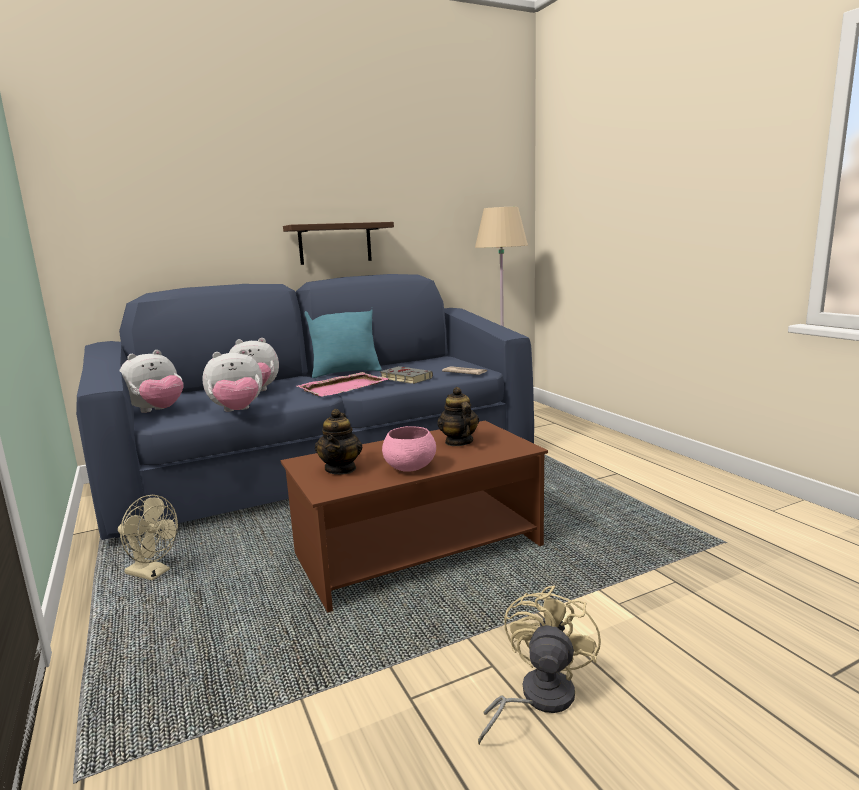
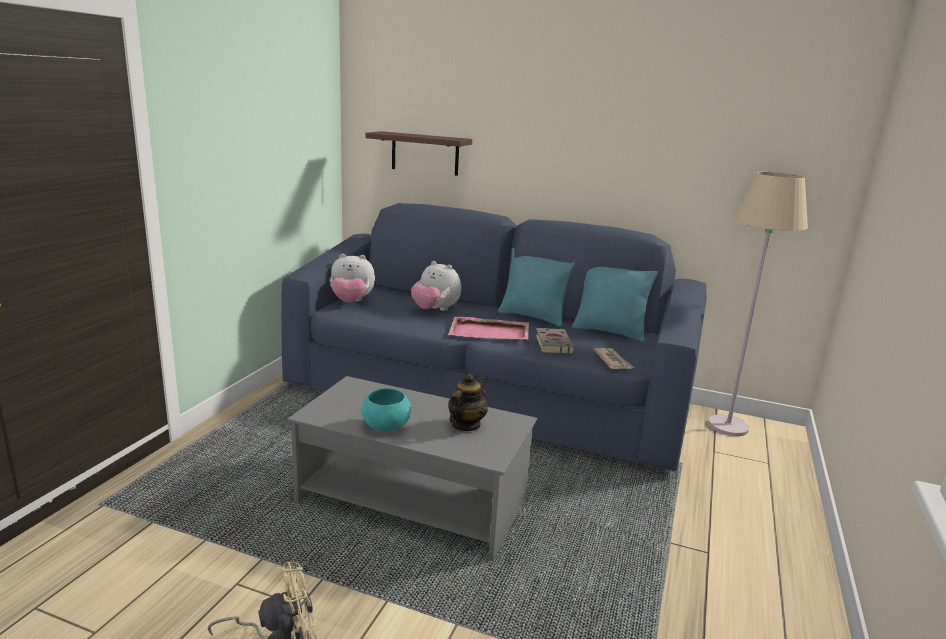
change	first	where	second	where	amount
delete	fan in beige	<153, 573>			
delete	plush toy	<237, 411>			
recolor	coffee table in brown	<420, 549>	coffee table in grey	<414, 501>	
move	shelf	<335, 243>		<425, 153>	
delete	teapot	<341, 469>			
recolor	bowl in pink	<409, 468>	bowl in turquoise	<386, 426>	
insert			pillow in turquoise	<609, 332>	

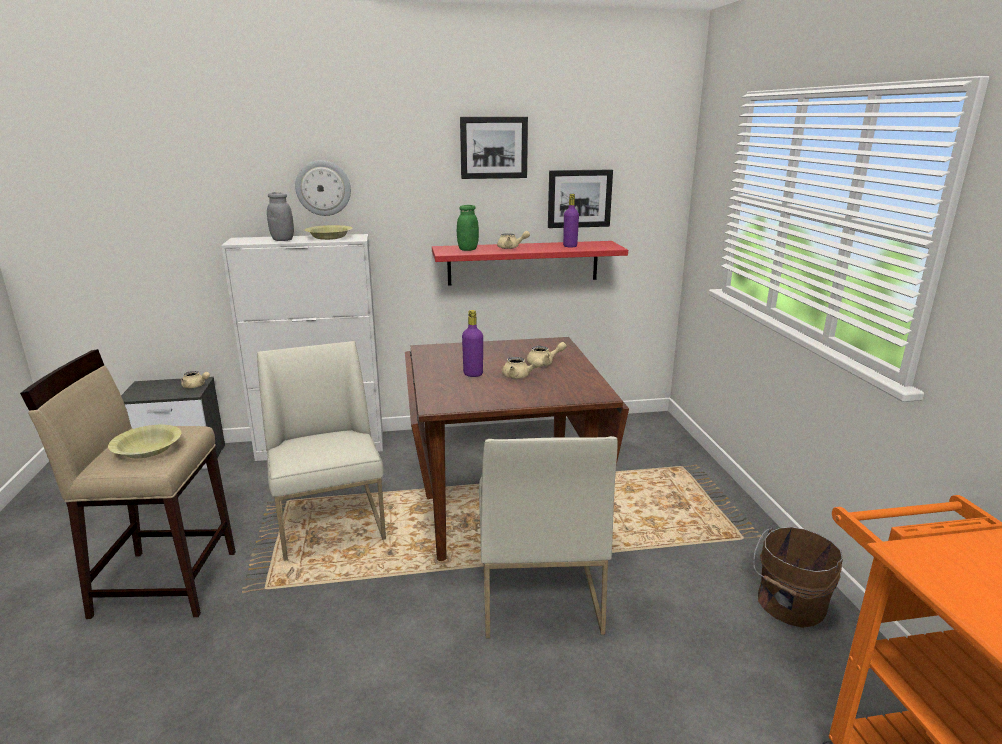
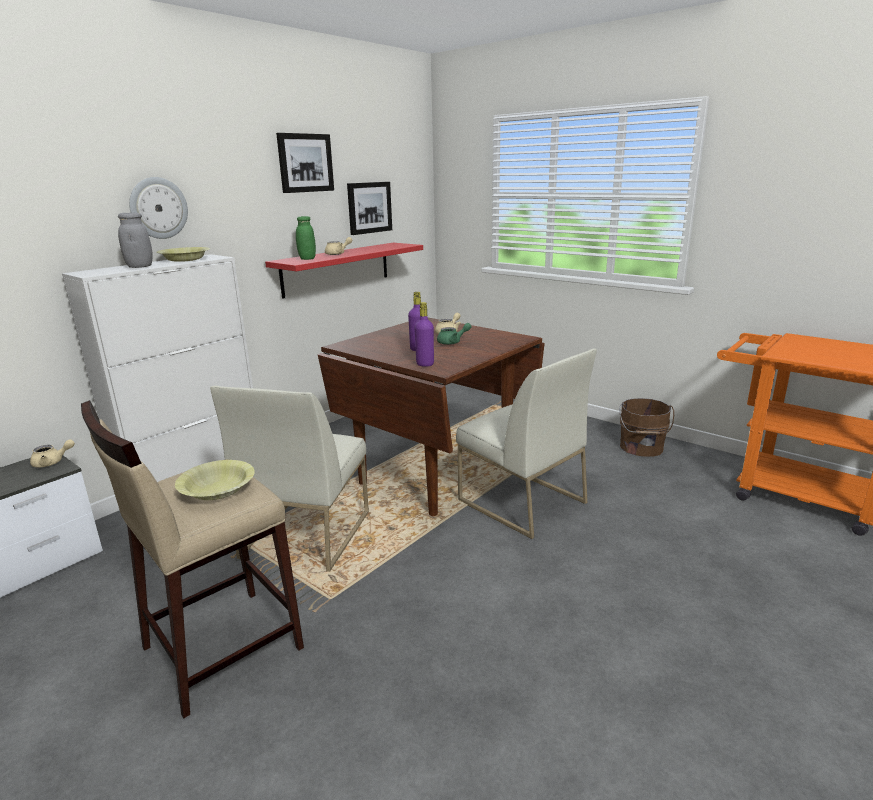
change	first	where	second	where	amount
rotate	chair in white	<331, 522>		<306, 533>	105 degrees counterclockwise
recolor	teapot in beige	<520, 376>	teapot in green	<452, 342>	
move	bottle in purple	<570, 246>		<425, 364>	

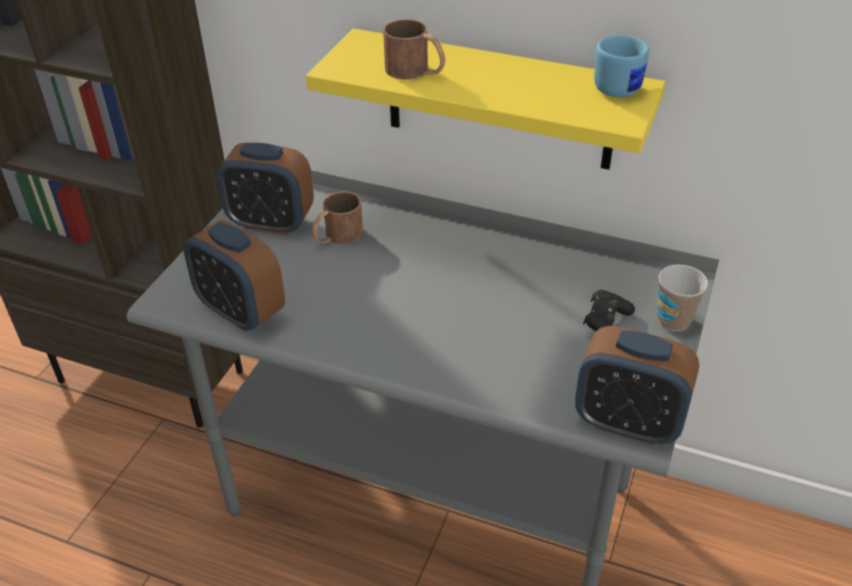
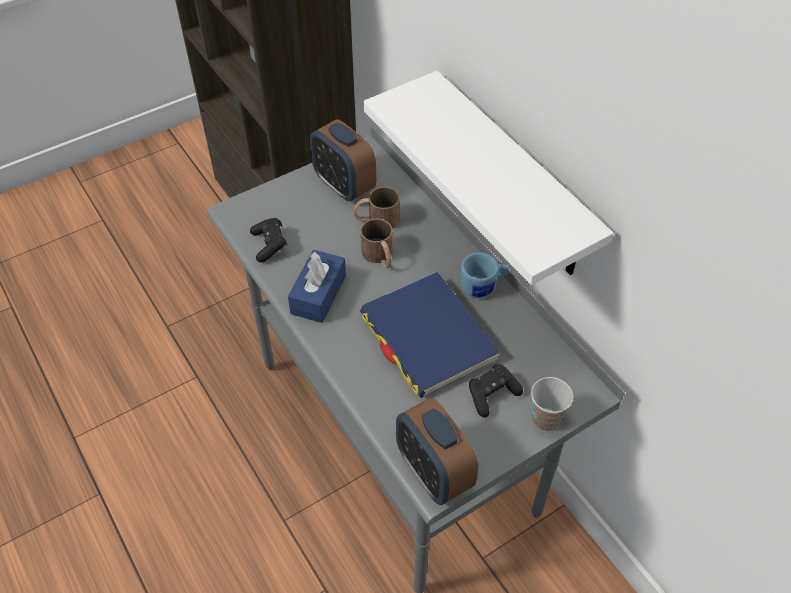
change	first	where	second	where	amount
replace	alarm clock	<241, 311>	game controller in black	<269, 245>	
recolor	shelf in yellow	<499, 100>	shelf in white	<513, 178>	
move	mug in brown	<416, 71>		<380, 257>	
move	mug in blue	<622, 86>		<483, 287>	
insert			tissue box in blue	<318, 294>	
insert			book in blue	<428, 337>	

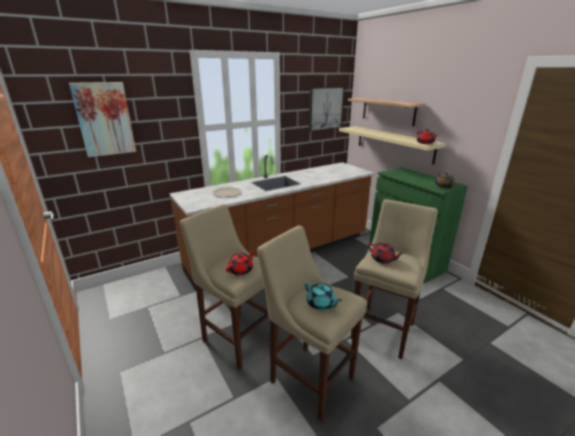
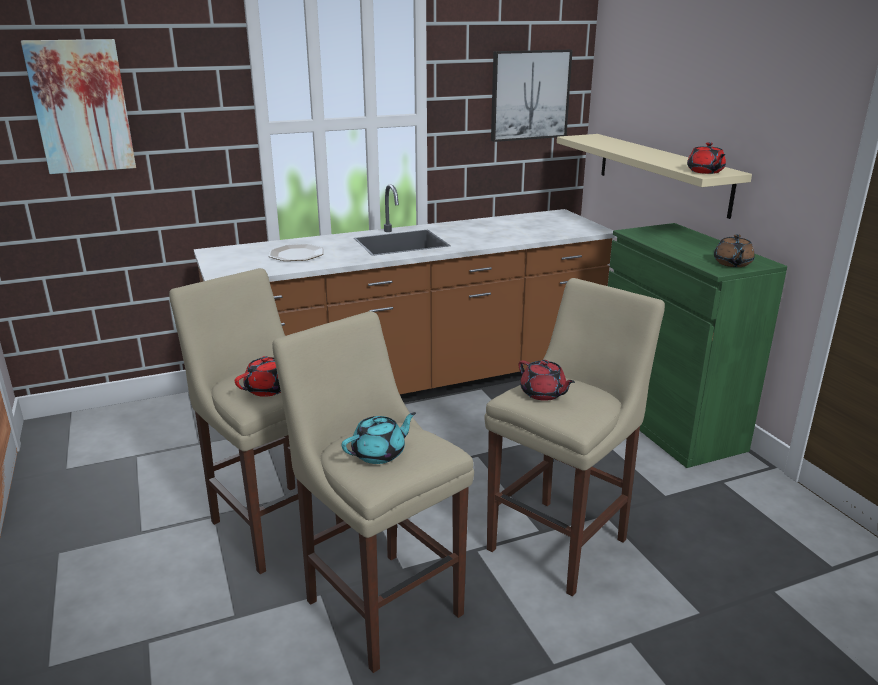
change	first	where	second	where	amount
rotate	teapot in turquoise	<321, 304>		<380, 453>	90 degrees counterclockwise
delete	shelf	<388, 111>			

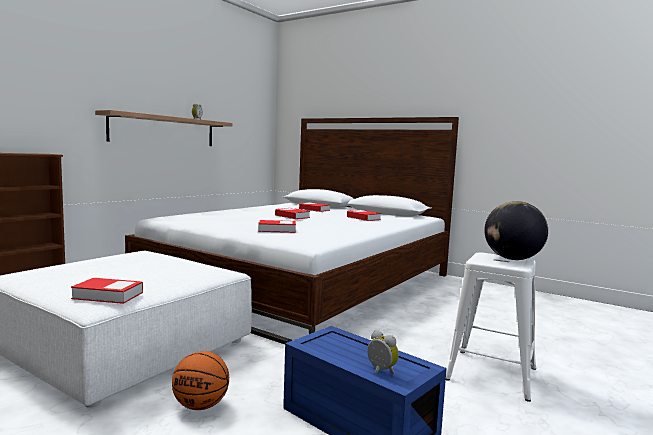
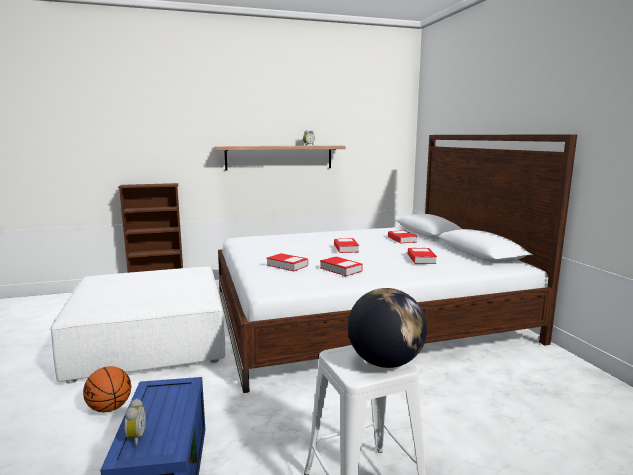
change	first	where	second	where	amount
move	book	<108, 295>		<341, 269>	

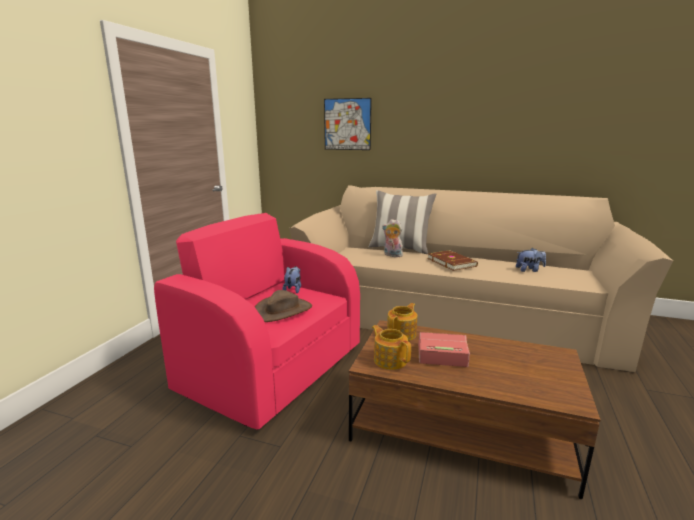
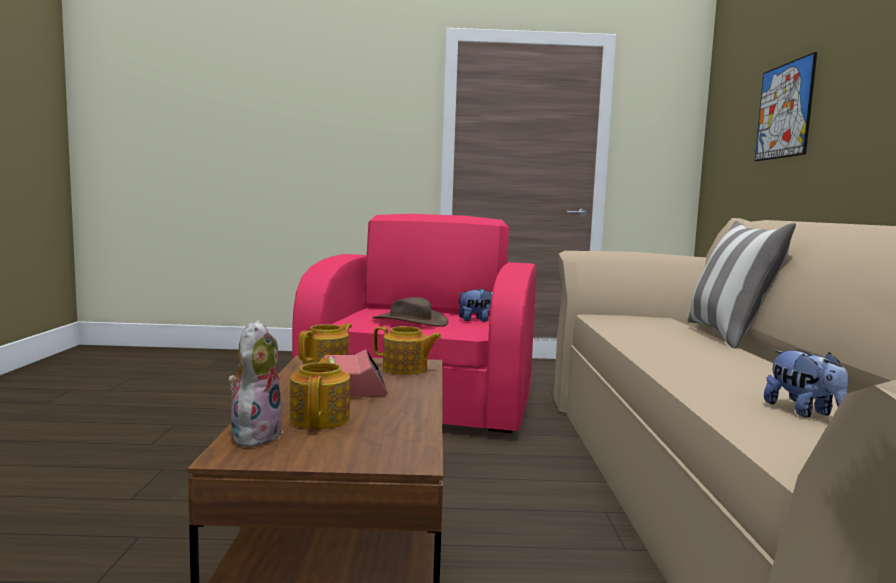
change	first	where	second	where	amount
move	plush toy	<392, 255>		<255, 435>	
delete	book in brown	<452, 262>			
insert			teapot	<321, 418>	

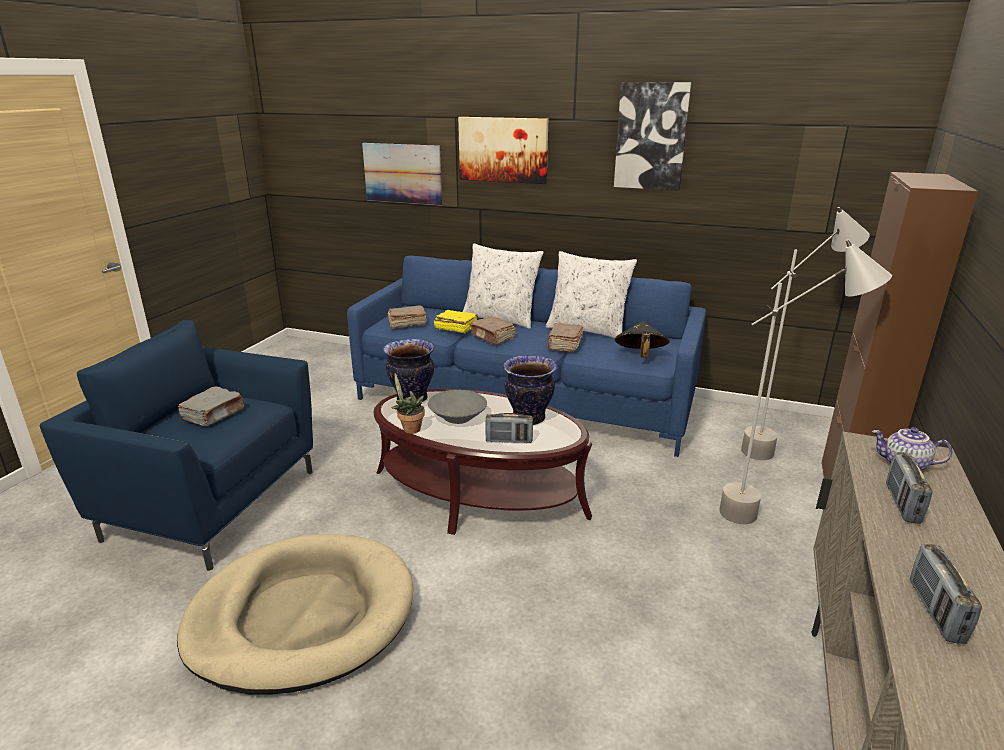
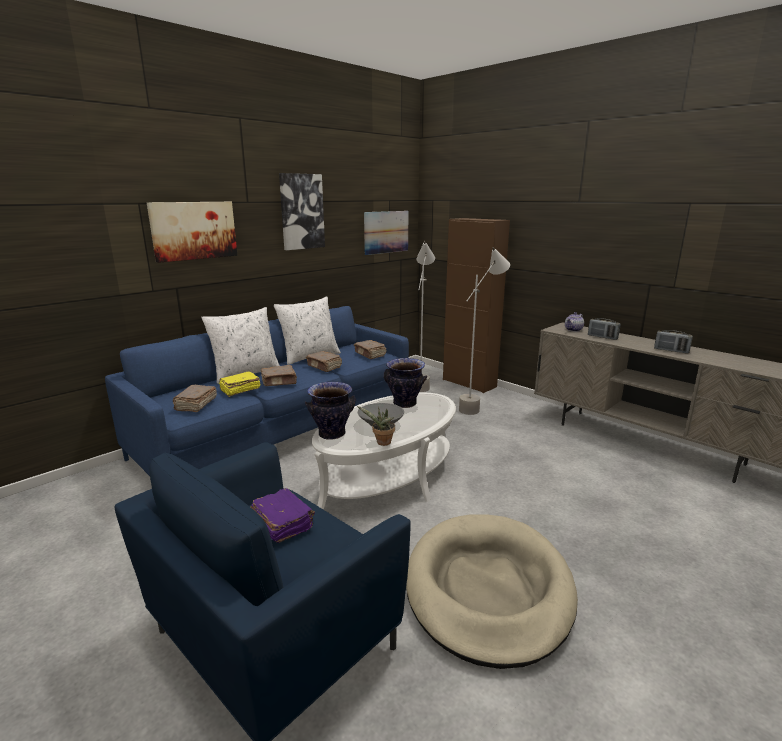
change	first	where	second	where	amount
recolor	book in grey	<214, 415>	book in purple	<282, 524>	
move	picture	<402, 173>		<386, 232>	
recolor	coffee table in brown	<478, 493>	coffee table in white	<388, 478>	
delete	radio	<509, 441>			
replace	hat in black	<640, 356>	book in brown	<370, 354>	

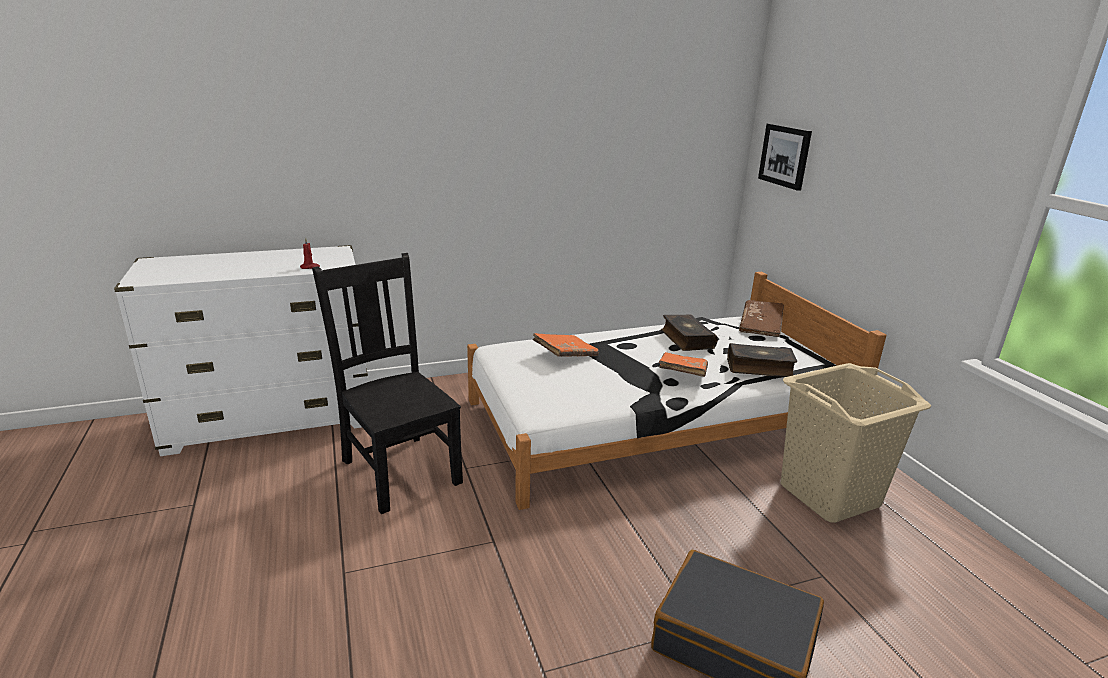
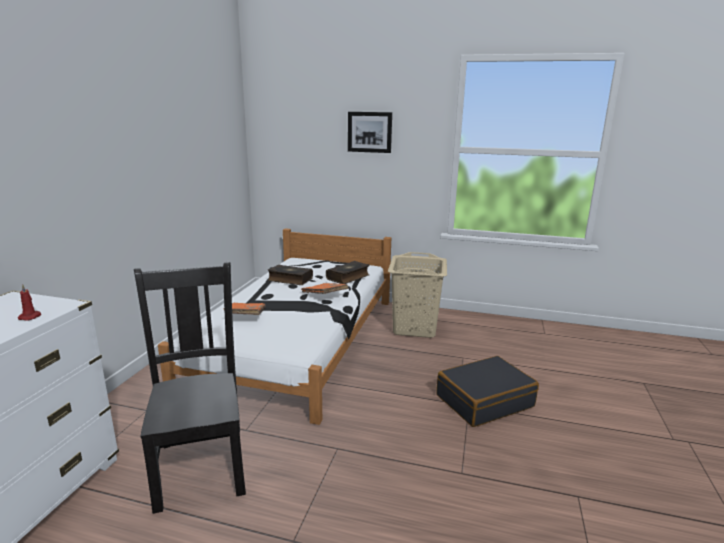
change	first	where	second	where	amount
rotate	chair in black	<399, 469>		<202, 464>	75 degrees clockwise
delete	book in brown	<760, 327>			
move	picture	<785, 156>		<370, 132>	

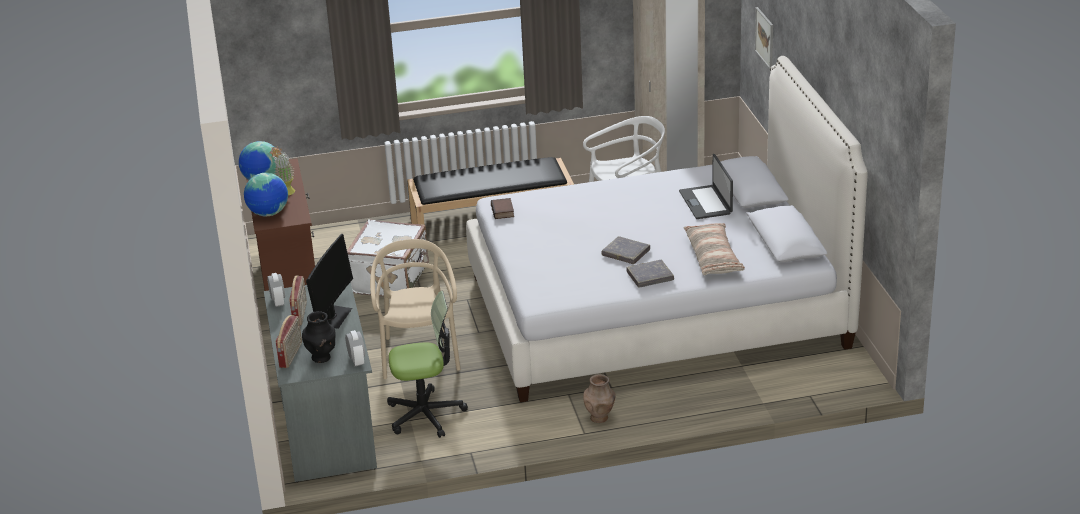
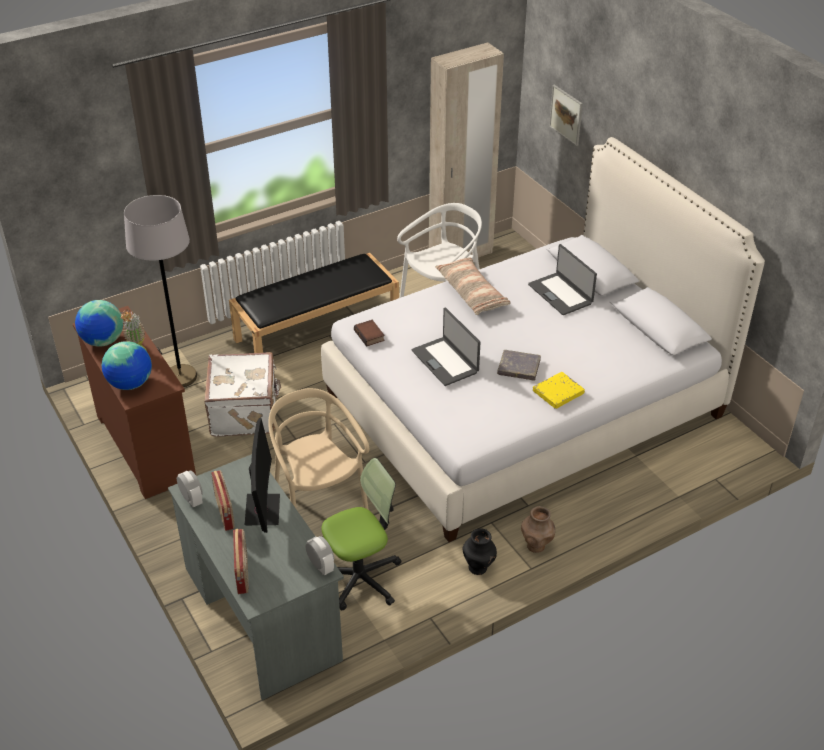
change	first	where	second	where	amount
move	vase in black	<321, 358>		<478, 568>	
recolor	book in grey	<650, 276>	book in yellow	<558, 393>	
move	pillow	<713, 257>		<472, 293>	
insert			floor lamp in grey	<180, 377>	
insert			laptop	<445, 361>	

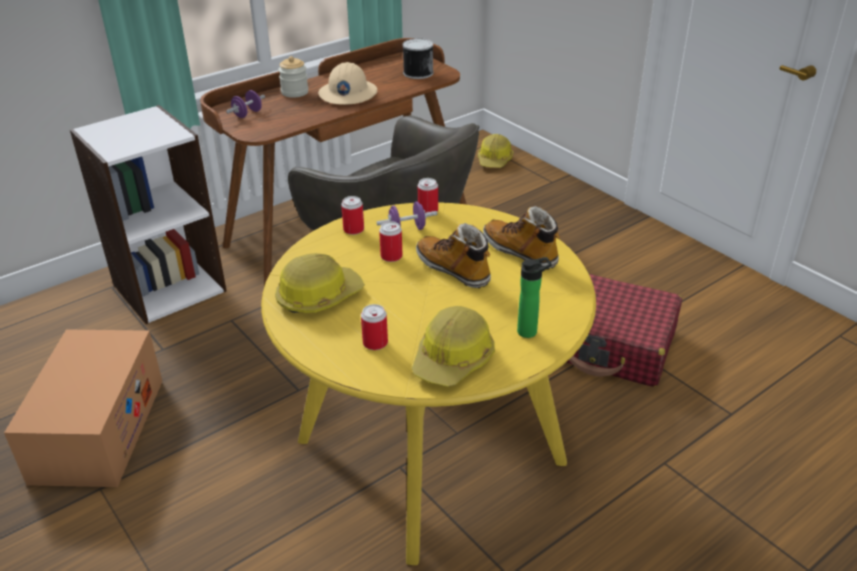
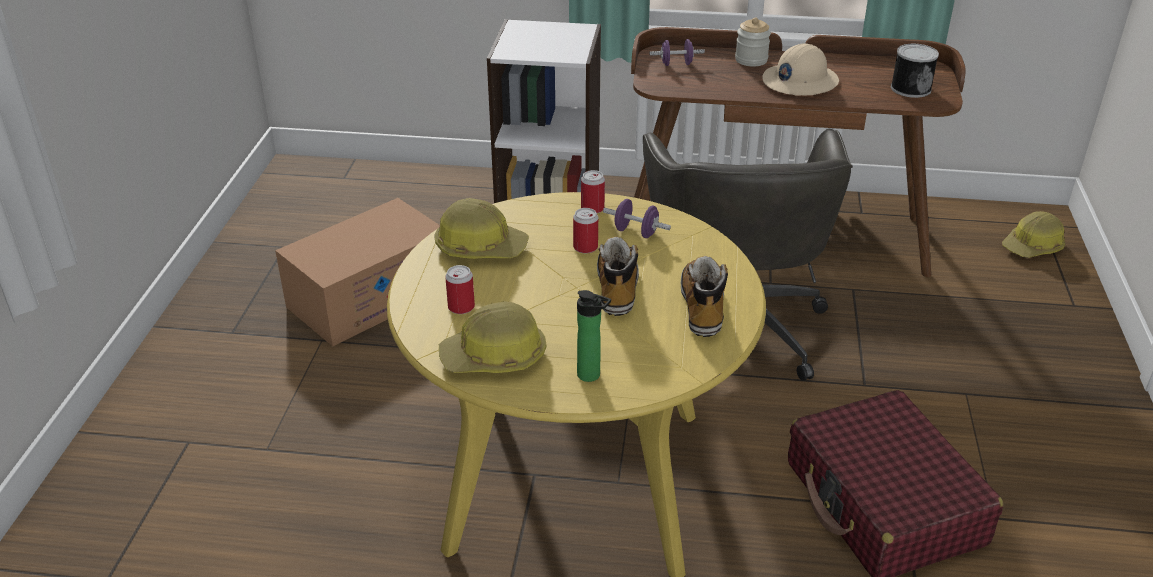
change	first	where	second	where	amount
delete	can	<428, 211>			

